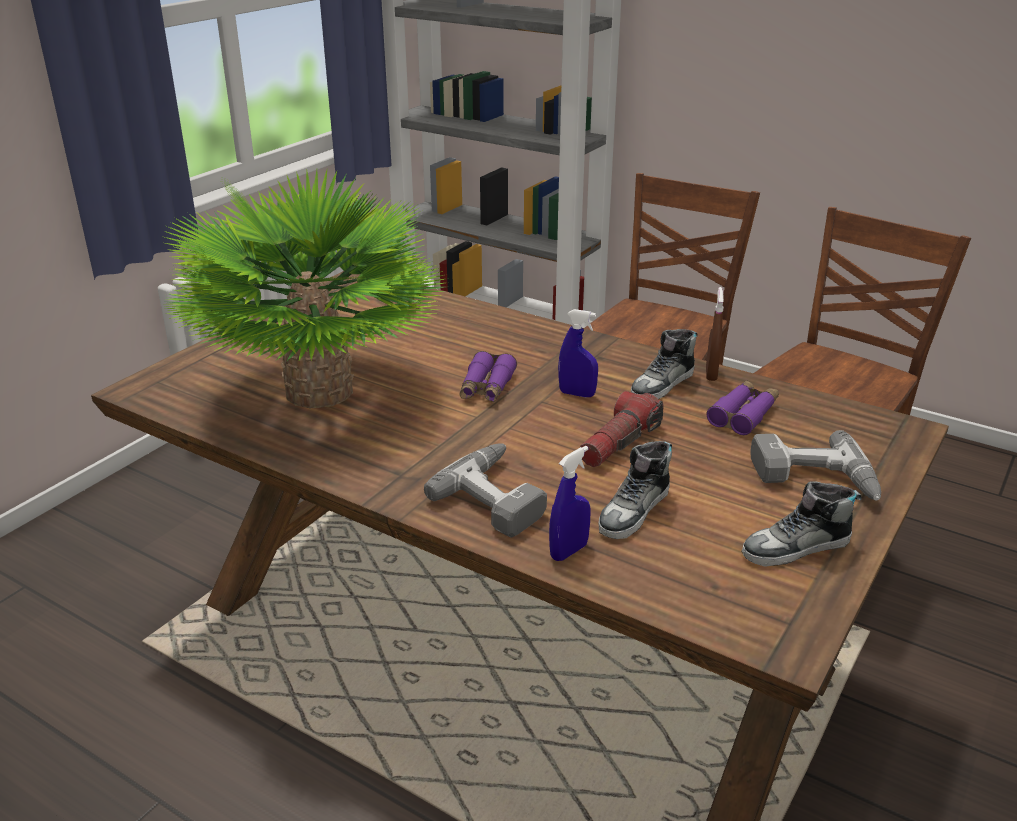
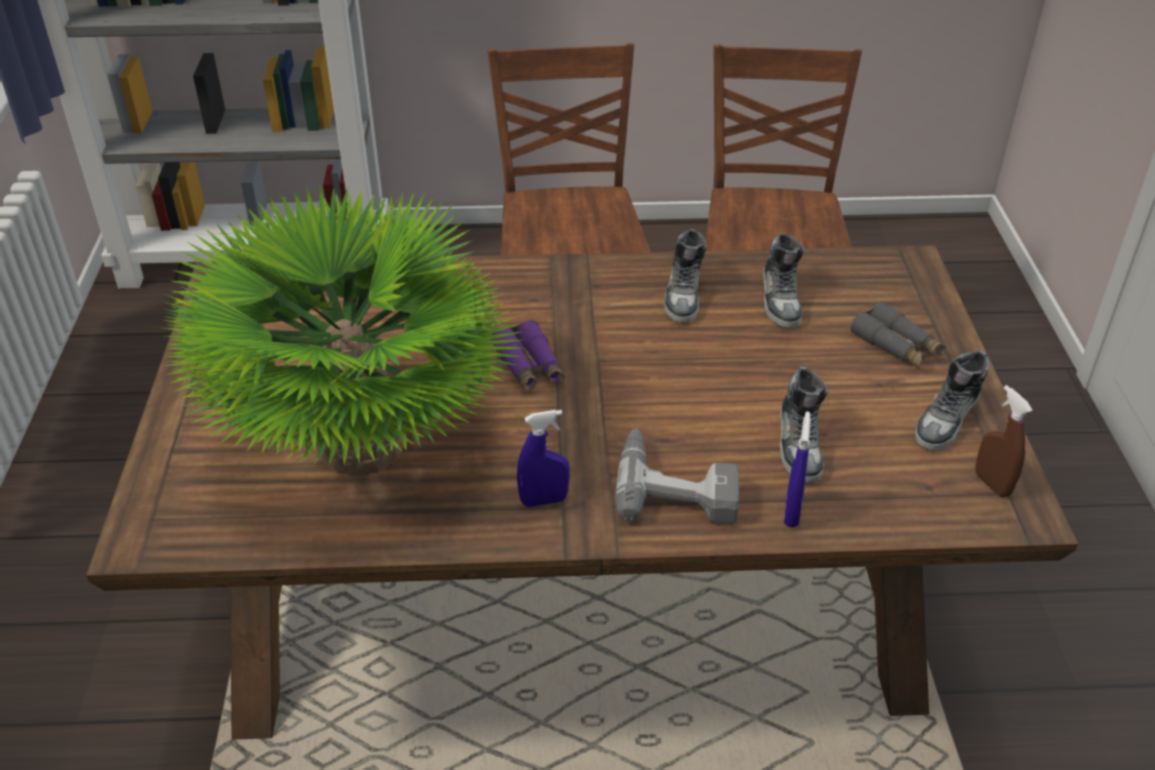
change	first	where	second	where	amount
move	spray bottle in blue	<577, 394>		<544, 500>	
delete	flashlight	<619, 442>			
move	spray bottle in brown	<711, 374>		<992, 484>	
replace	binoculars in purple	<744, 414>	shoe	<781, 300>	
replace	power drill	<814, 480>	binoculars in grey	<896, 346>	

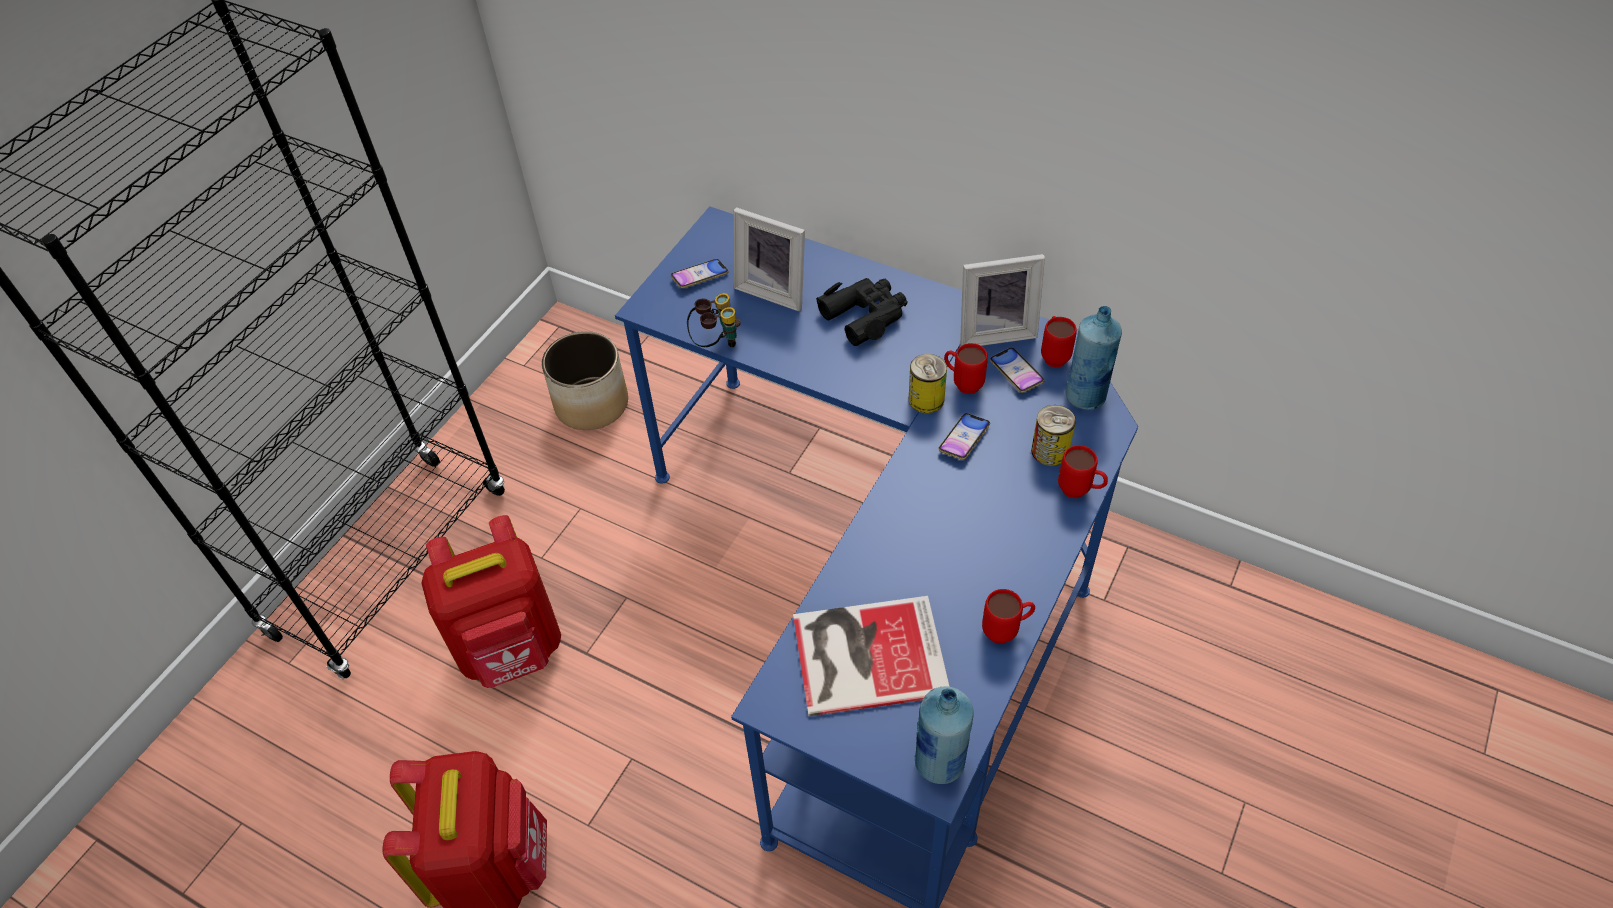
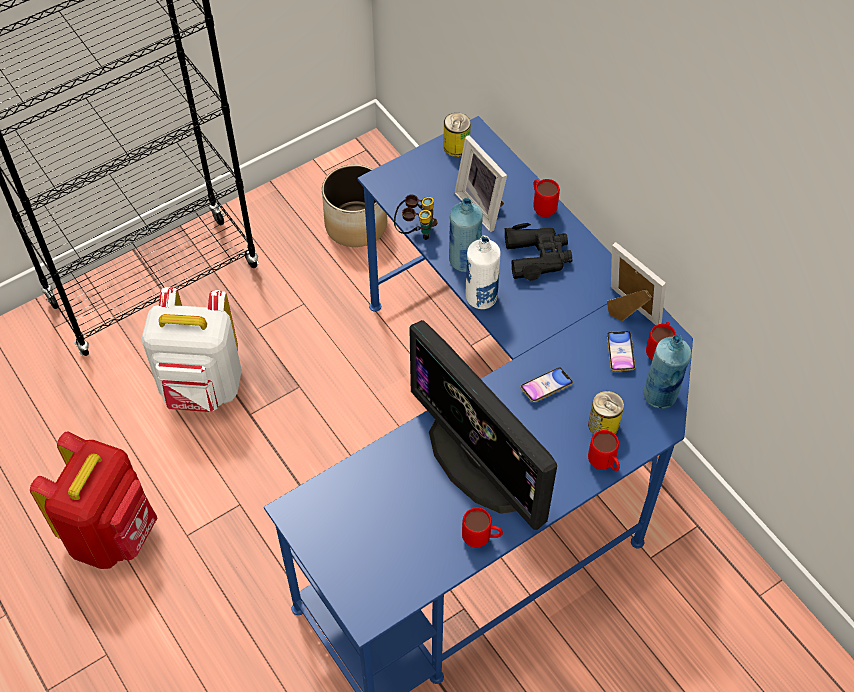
change	first	where	second	where	amount
recolor	backpack in red	<512, 649>	backpack in white	<202, 388>	
delete	phone	<700, 276>			
delete	book	<865, 653>			
move	can	<926, 399>		<456, 147>	
move	bottle in blue	<939, 763>		<464, 261>	
move	mug in red	<962, 383>		<542, 208>	
rotate	picture frame	<995, 331>		<627, 312>	150 degrees counterclockwise
insert			monitor	<478, 462>	
insert			bottle in white	<481, 298>	

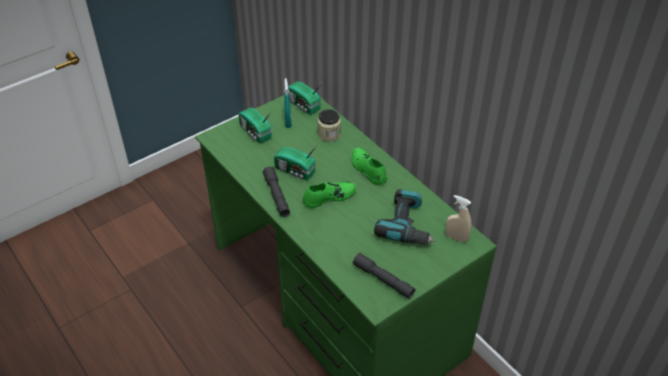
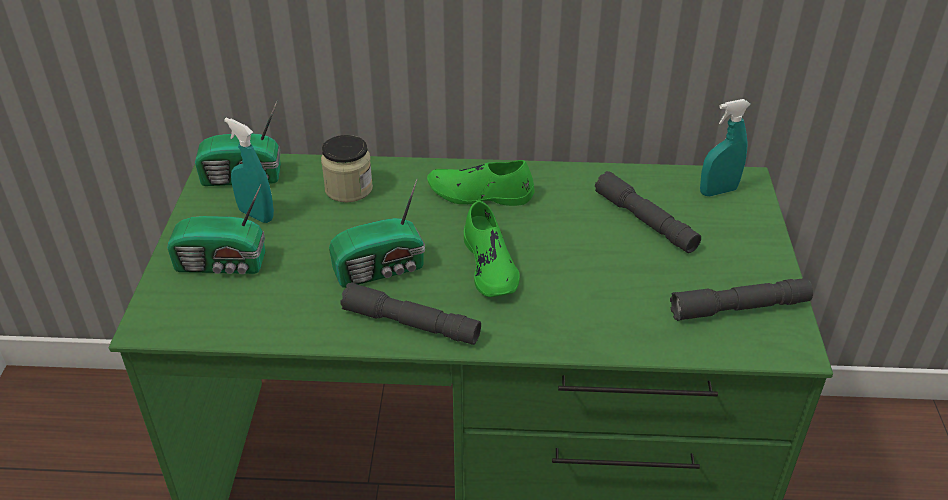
change	first	where	second	where	amount
rotate	shoe in green	<329, 197>		<490, 265>	150 degrees clockwise
replace	power drill	<407, 225>	flashlight in grey	<645, 221>	
recolor	spray bottle in beige	<456, 238>	spray bottle in turquoise	<718, 191>	

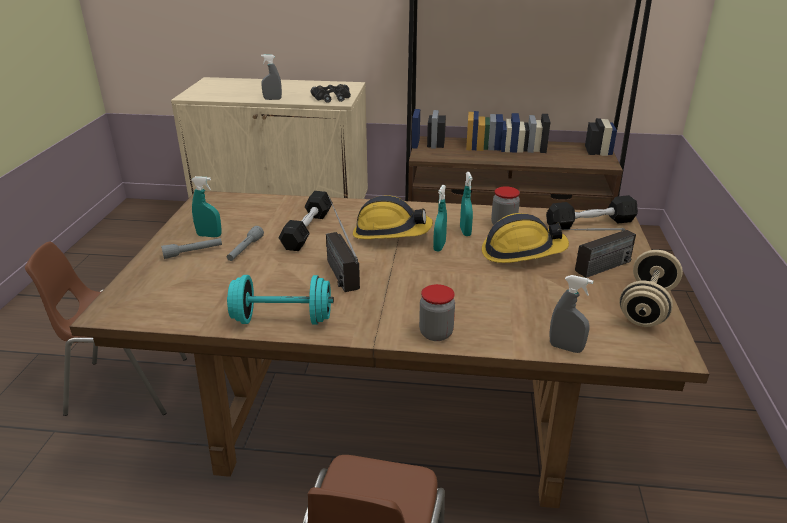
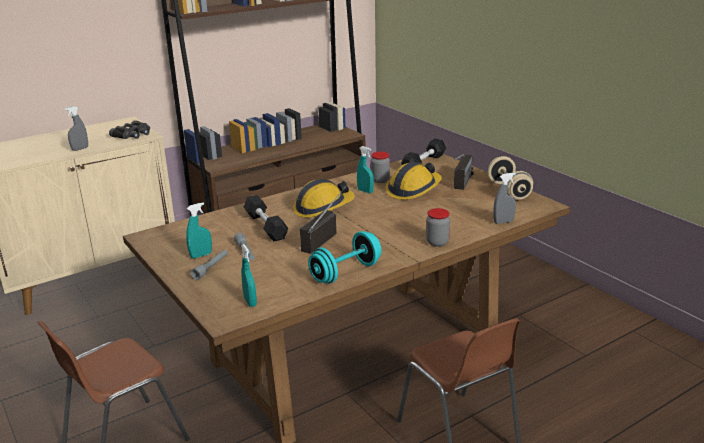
change	first	where	second	where	amount
rotate	radio	<336, 266>		<324, 236>	90 degrees clockwise
move	spray bottle in turquoise	<439, 246>		<250, 302>	

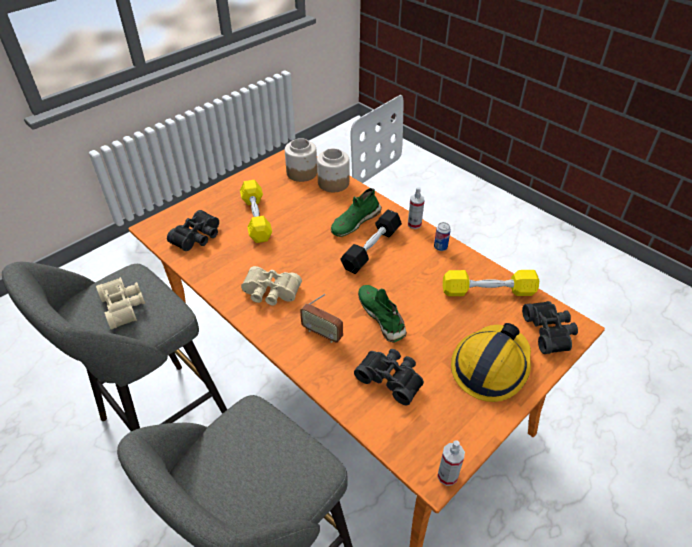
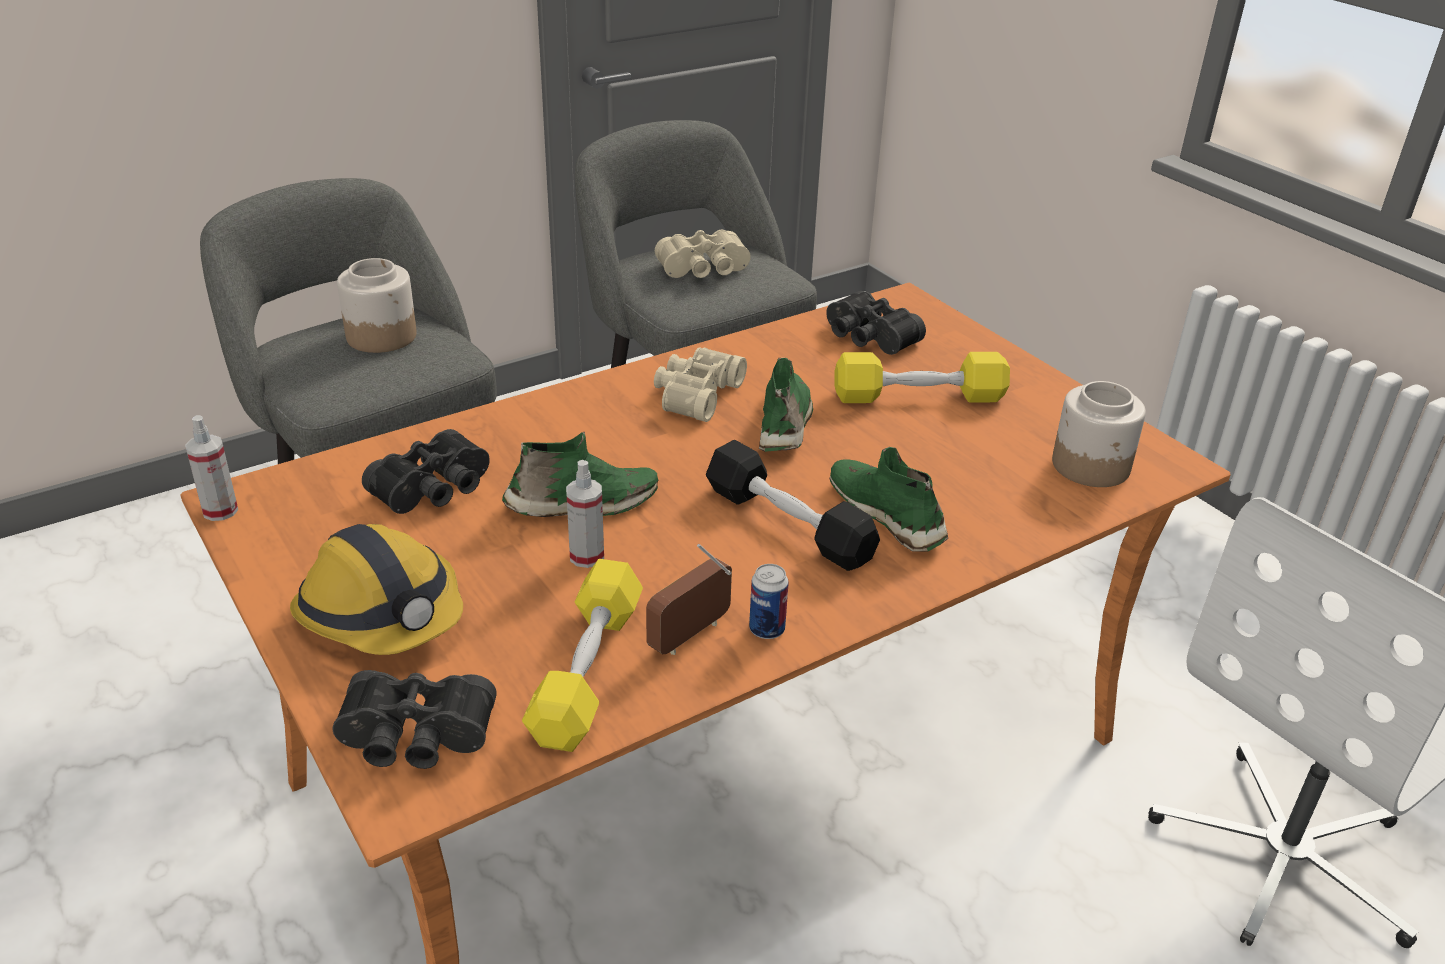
change	first	where	second	where	amount
move	radio	<322, 333>		<690, 635>	
move	jar	<333, 183>		<382, 336>	
move	spray bottle	<414, 224>		<587, 556>	
insert			shoe in green	<785, 423>	

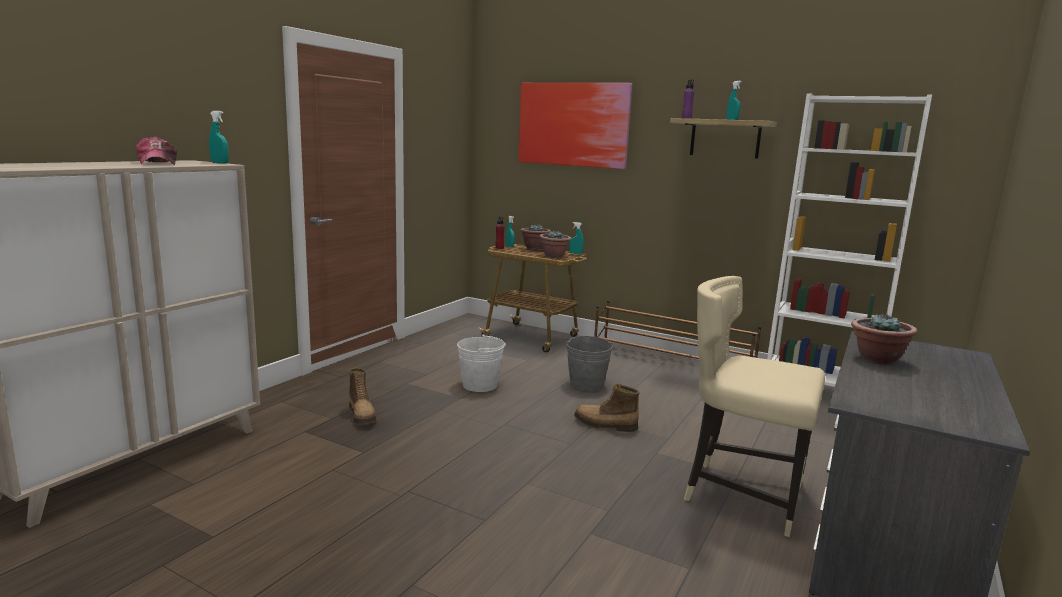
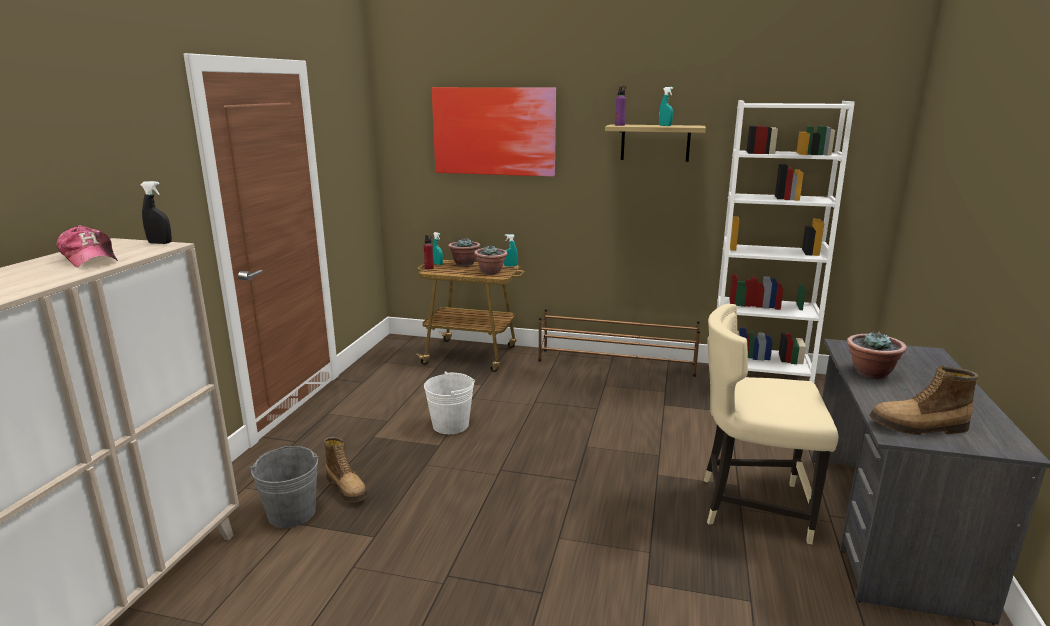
change	first	where	second	where	amount
recolor	spray bottle in turquoise	<220, 163>	spray bottle in black	<160, 243>	
move	bucket in grey	<586, 385>		<292, 513>	
move	boot	<605, 425>		<918, 427>	

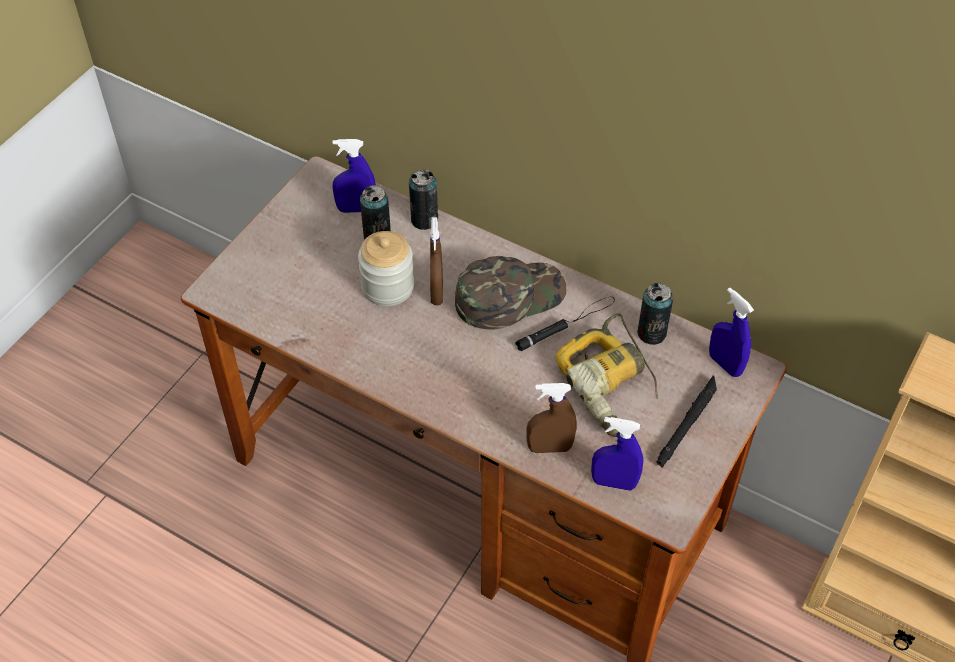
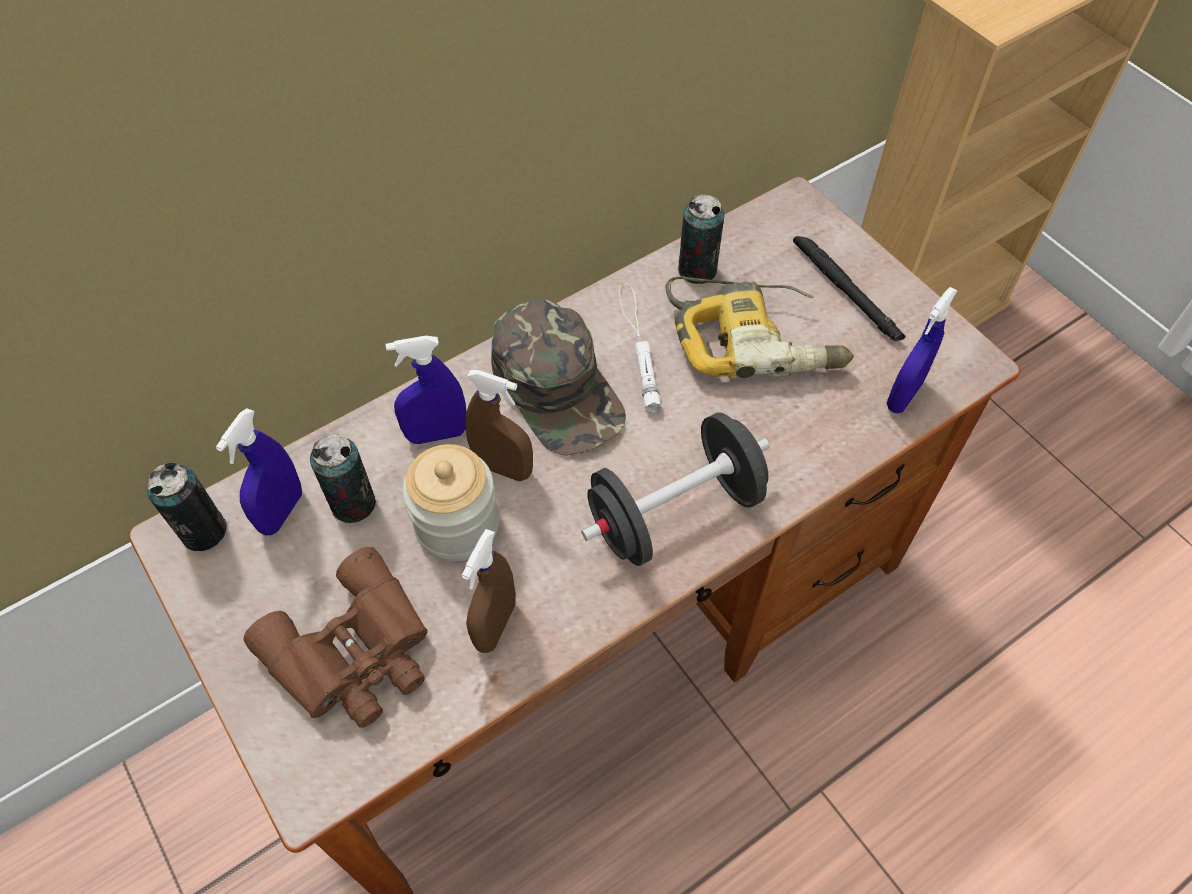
change	first	where	second	where	amount
move	can	<424, 220>		<203, 531>	
rotate	cap in green	<509, 296>		<558, 387>	150 degrees clockwise
recolor	flashlight in black	<566, 324>	flashlight in white	<638, 345>	
move	spray bottle in brown	<549, 448>		<495, 625>	
move	spray bottle in blue	<725, 364>		<437, 434>	
insert			binoculars in brown	<356, 654>	
insert			dumbbell in black	<674, 512>	

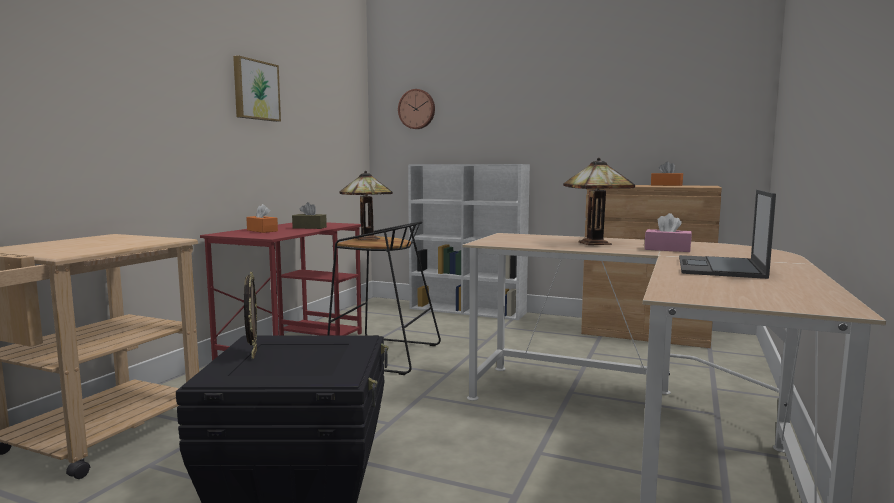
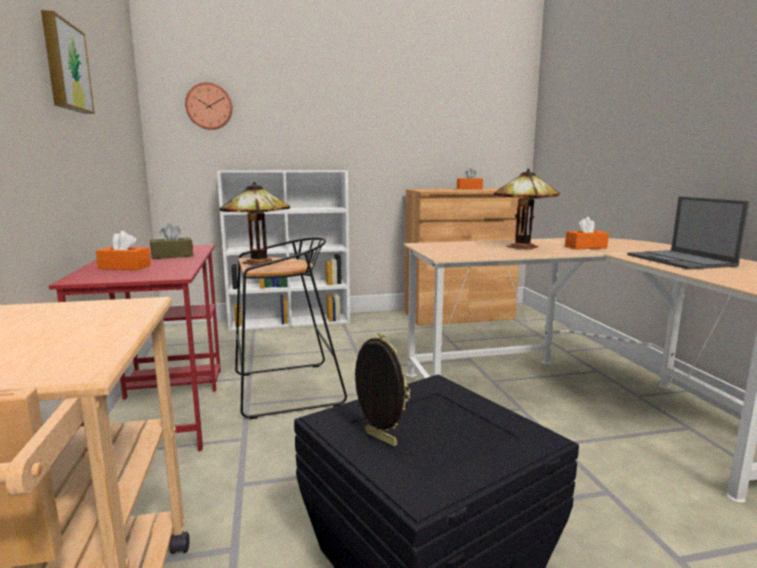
change	first	where	second	where	amount
recolor	tissue box in pink	<667, 249>	tissue box in orange	<585, 247>	

